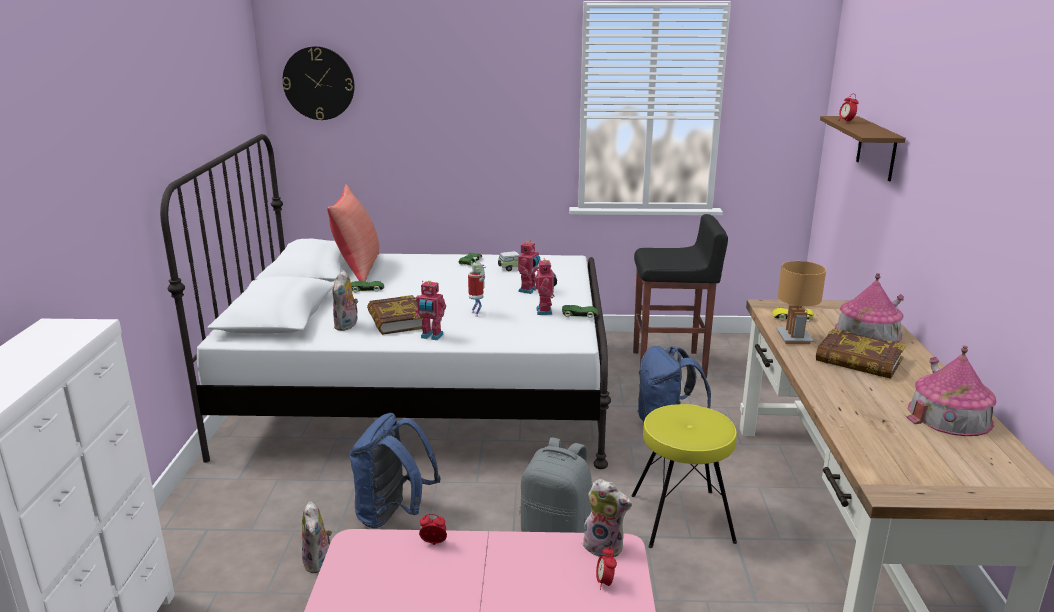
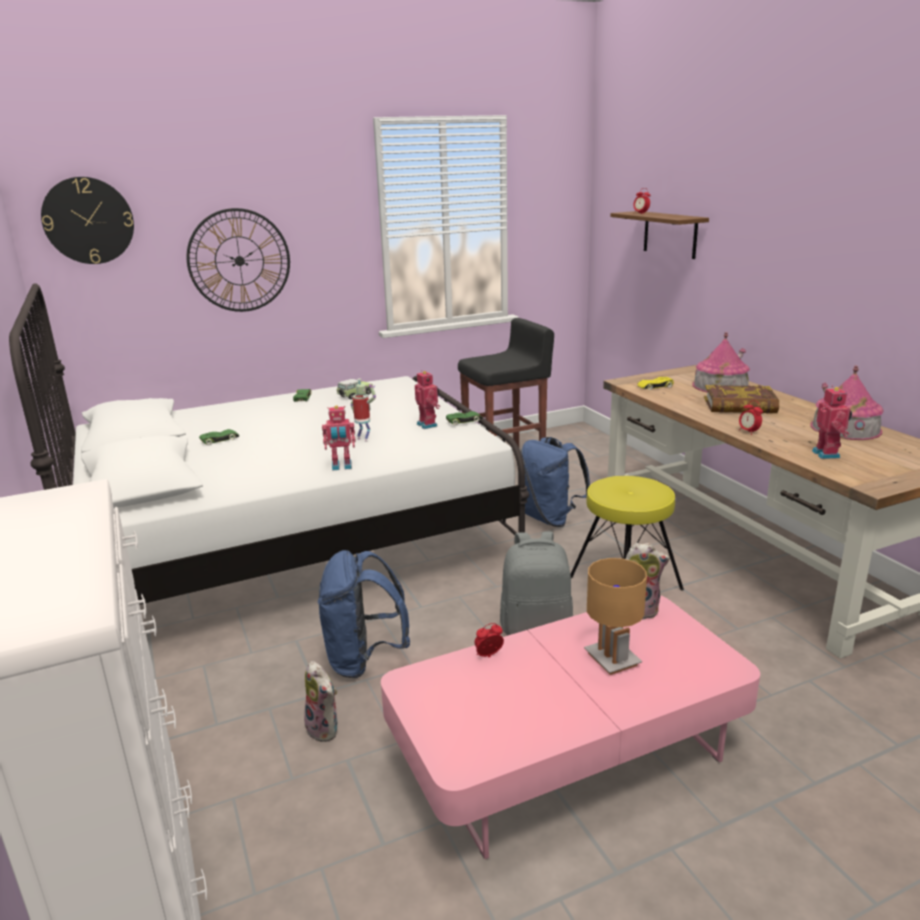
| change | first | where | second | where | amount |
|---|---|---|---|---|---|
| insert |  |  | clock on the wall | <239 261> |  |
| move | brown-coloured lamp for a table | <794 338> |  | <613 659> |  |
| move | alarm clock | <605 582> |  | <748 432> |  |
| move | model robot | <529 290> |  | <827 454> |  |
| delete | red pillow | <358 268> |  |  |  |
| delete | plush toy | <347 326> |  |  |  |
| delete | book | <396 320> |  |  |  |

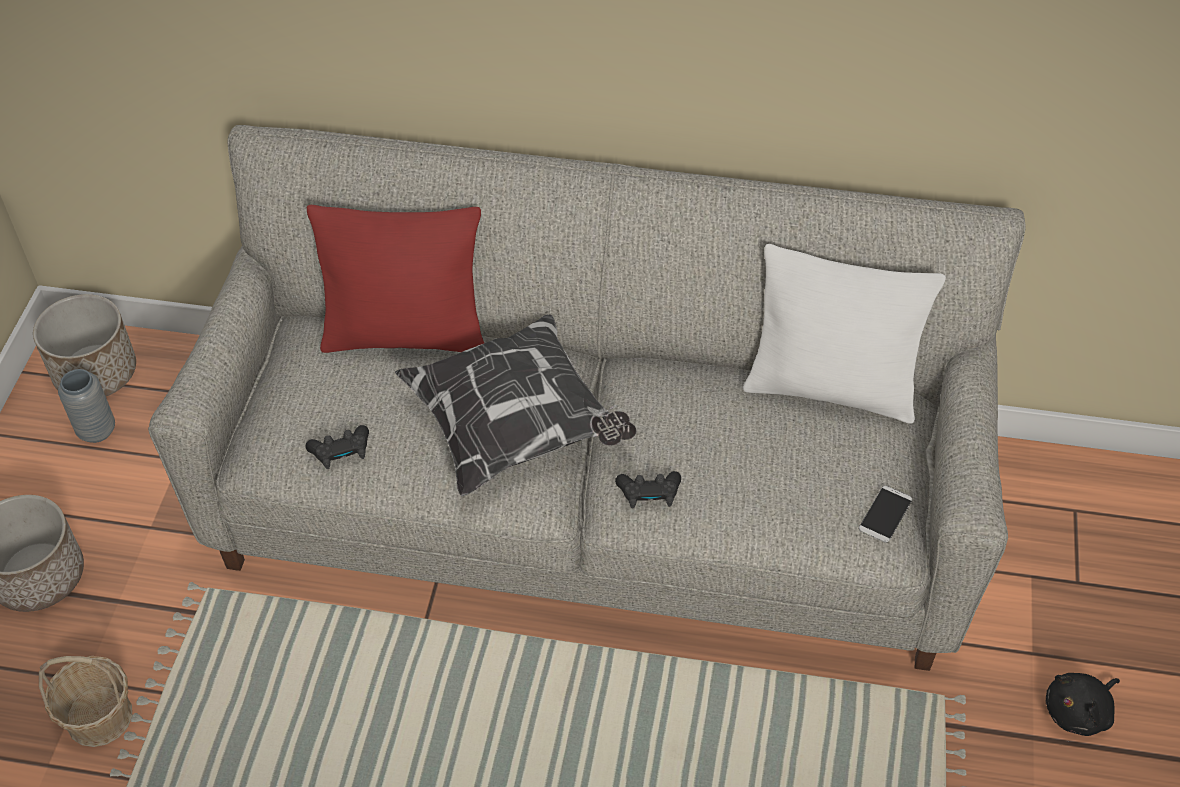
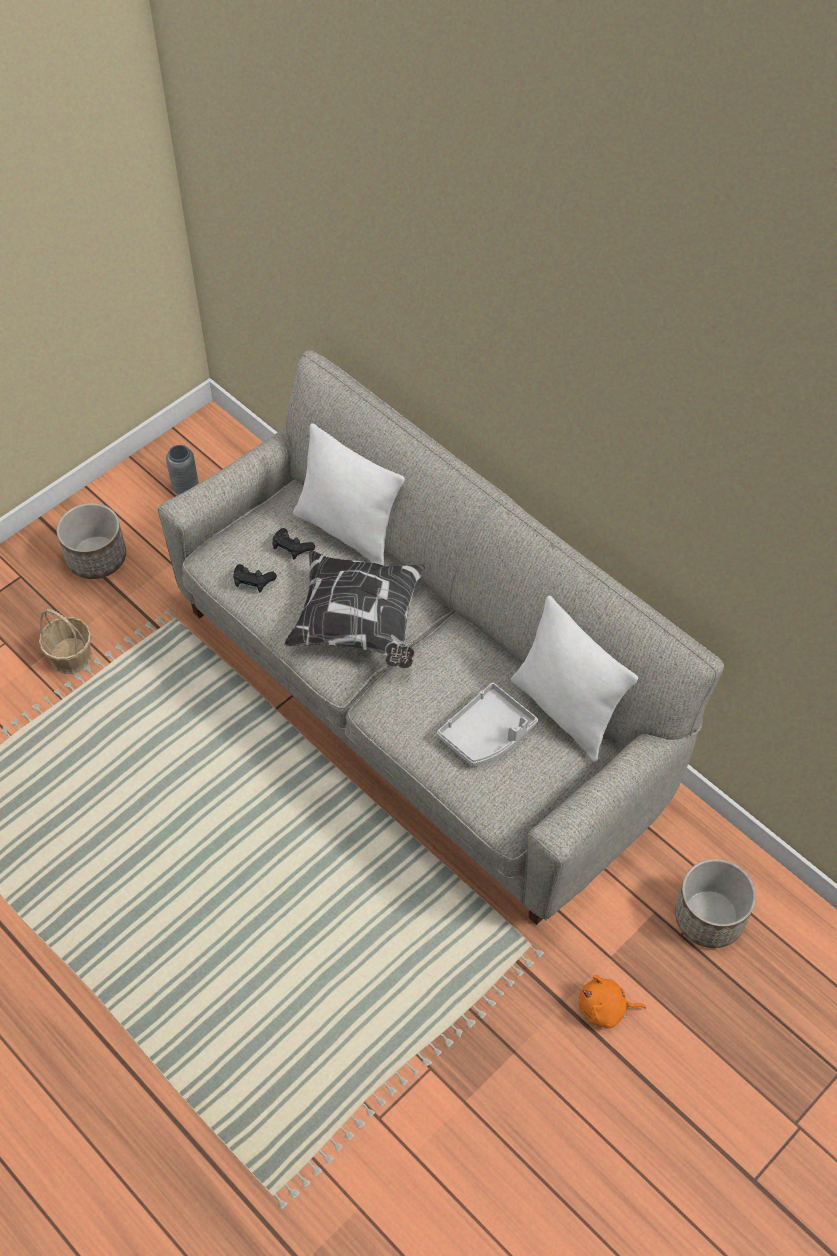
| change | first | where | second | where | amount |
|---|---|---|---|---|---|
| move | black-coloured game controller | <649 495> |  | <291 548> |  |
| recolor | red pillow | <406 336> | whitish pillow | <347 531> |  |
| insert |  |  | gray tray | <487 733> |  |
| recolor | black-coloured plush toy | <1079 712> | orange-coloured plush toy | <605 1008> |  |
| move | planter | <95 372> |  | <709 916> |  |
| delete | telephone | <885 514> |  |  |  |

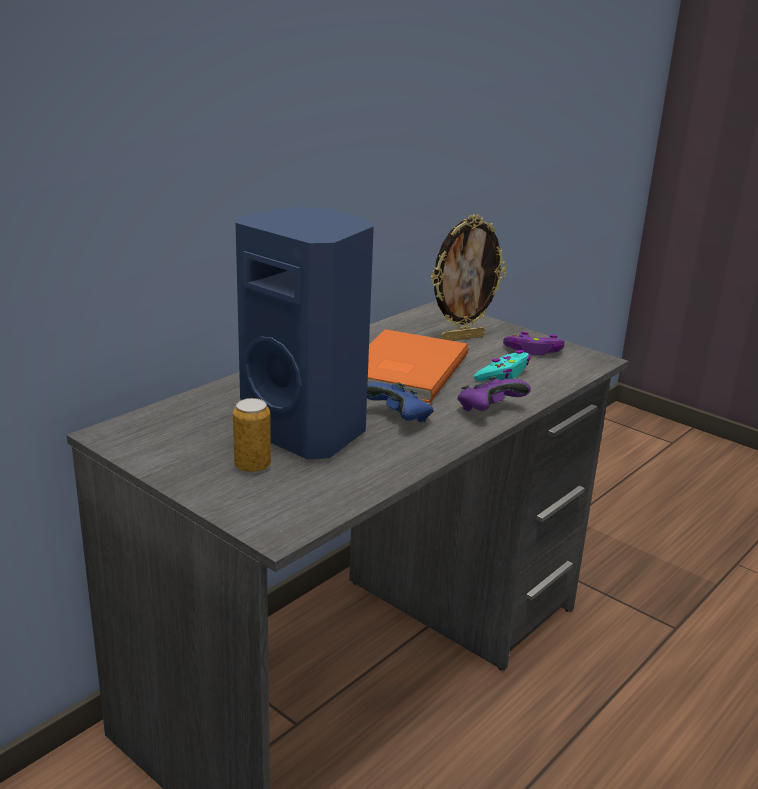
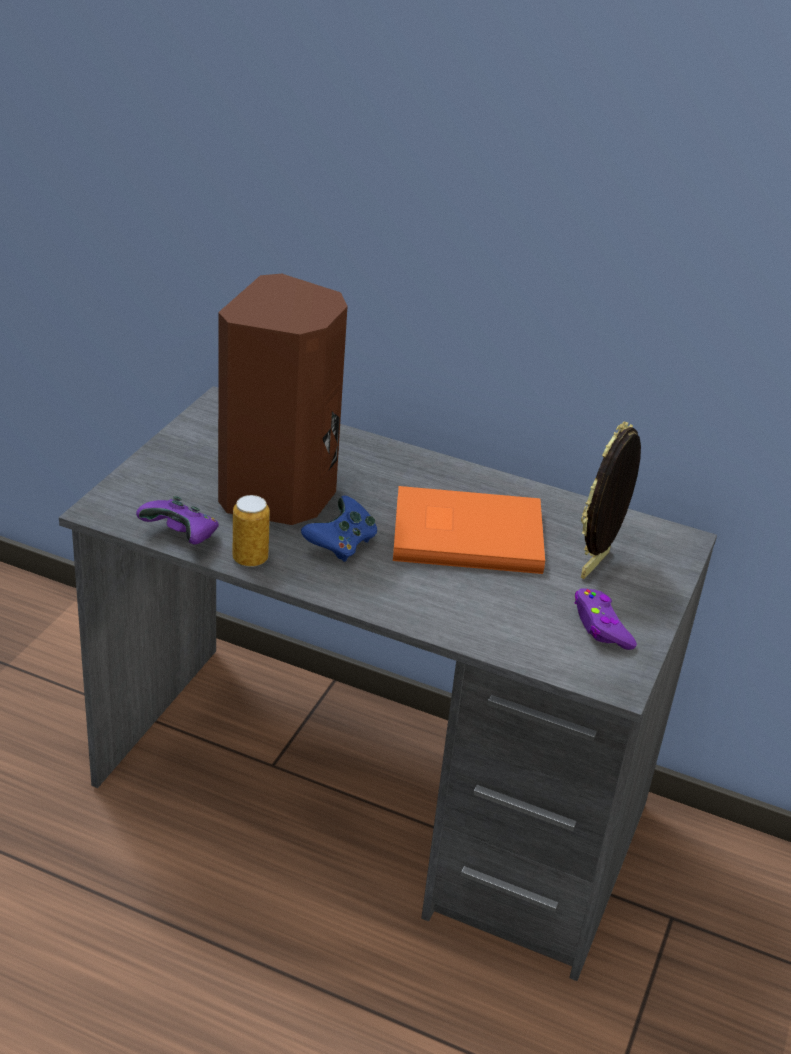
| change | first | where | second | where | amount |
|---|---|---|---|---|---|
| move | purplish game controller | <489 410> |  | <182 537> |  |
| recolor | blue speaker | <307 432> | brown-coloured speaker | <281 496> |  |
| move | sealed can | <252 466> |  | <250 559> |  |
| rotate | photo frame | <462 338> |  | <597 566> | 75 degrees clockwise |
| delete | blue-green game controller | <503 374> |  |  |  |

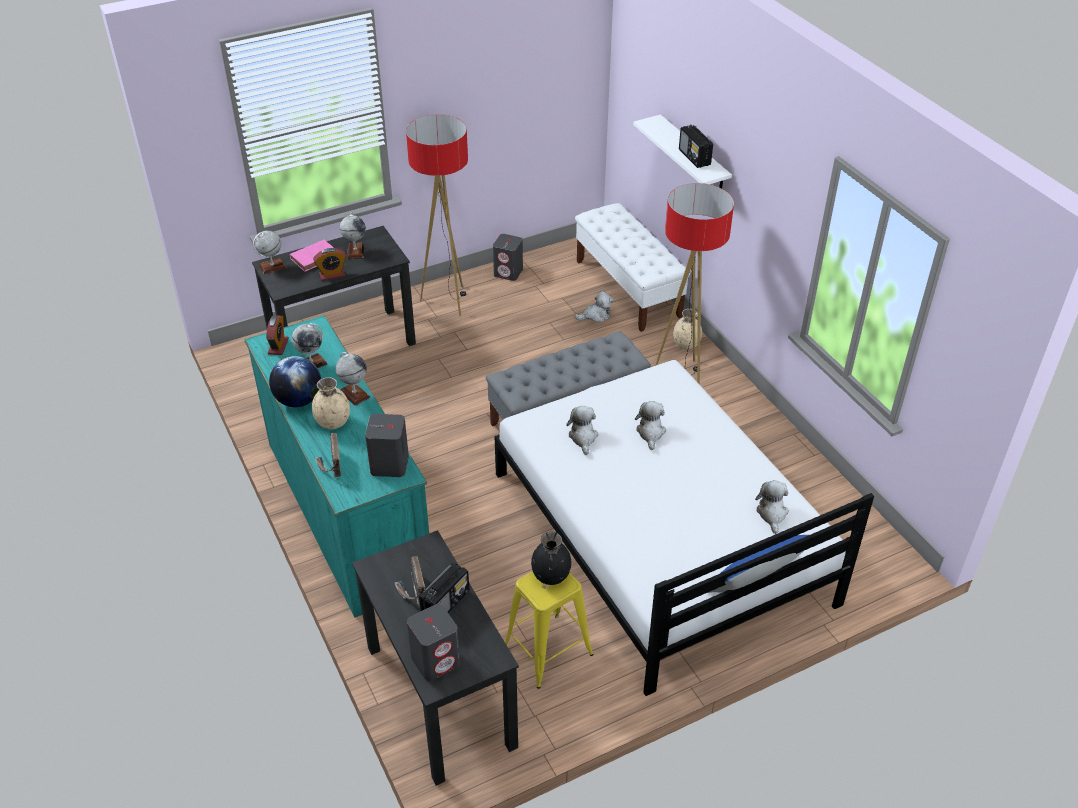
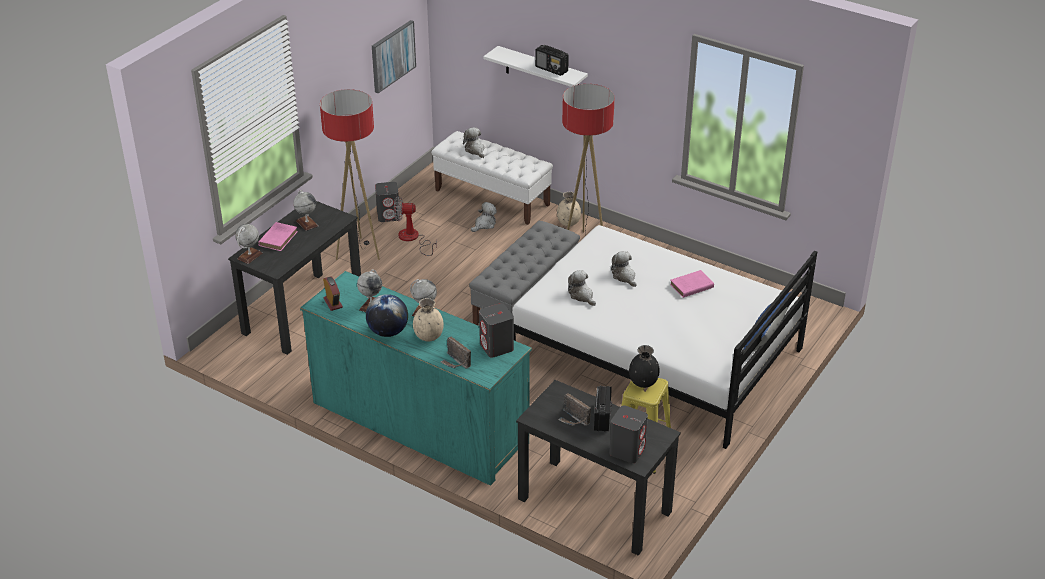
| change | first | where | second | where | amount |
|---|---|---|---|---|---|
| insert |  |  | wall art | <392 56> |  |
| insert |  |  | fan | <413 239> |  |
| move | plush toy | <772 513> |  | <475 150> |  |
| insert |  |  | pinkish book | <690 286> |  |
| delete | alarm clock | <332 275> |  |  |  |

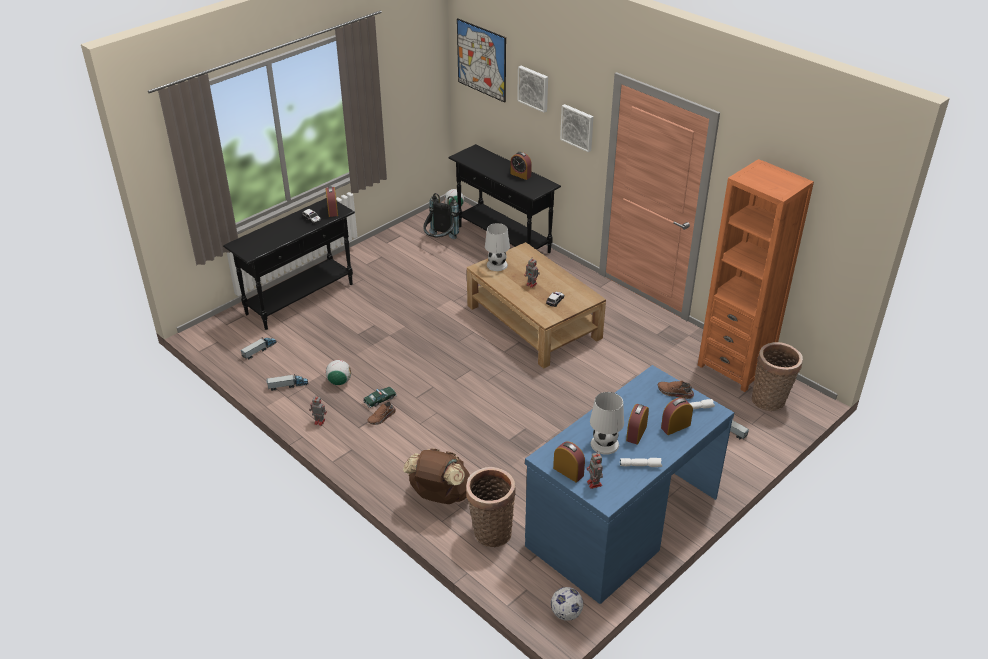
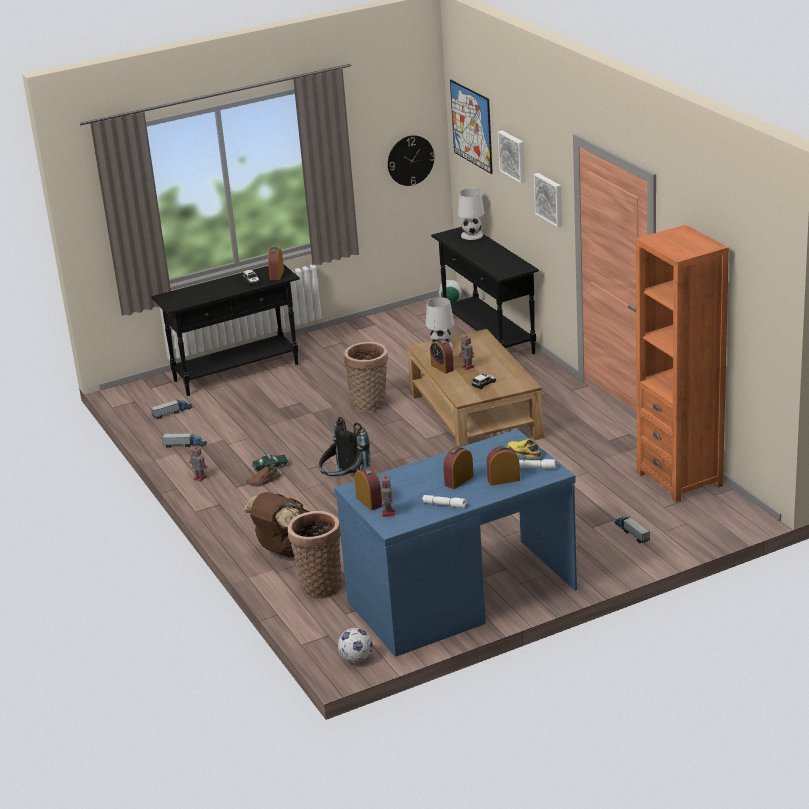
| change | first | where | second | where | amount |
|---|---|---|---|---|---|
| move | black-coloured backpack | <440 241> |  | <344 483> |  |
| move | household basket | <770 400> |  | <370 405> |  |
| insert |  |  | clock on the wall | <410 160> |  |
| move | alarm clock | <520 175> |  | <442 367> |  |
| move | whitish lamp for a table | <604 444> |  | <472 235> |  |
| recolor | brown-coloured shoe | <674 393> | yellowish shoe | <523 453> |  |
| delete | football ball | <339 382> |  |  |  |

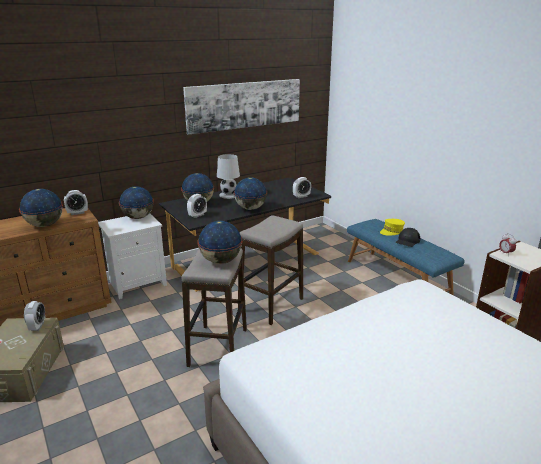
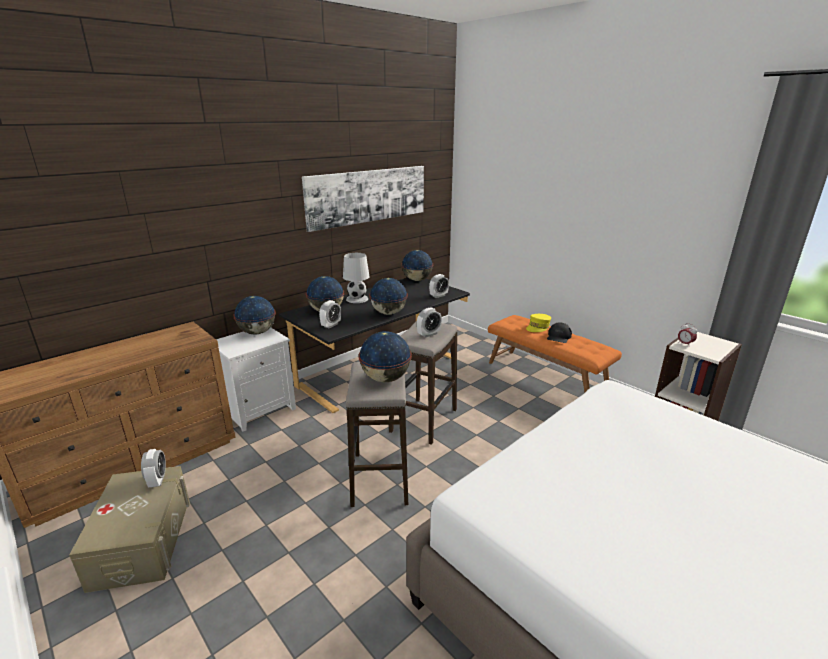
| change | first | where | second | where | amount |
|---|---|---|---|---|---|
| move | world globe | <45 225> |  | <417 280> |  |
| move | alarm clock | <77 213> |  | <429 334> |  |
| recolor | blue long seat | <397 277> | orange-coloured long seat | <546 376> |  |

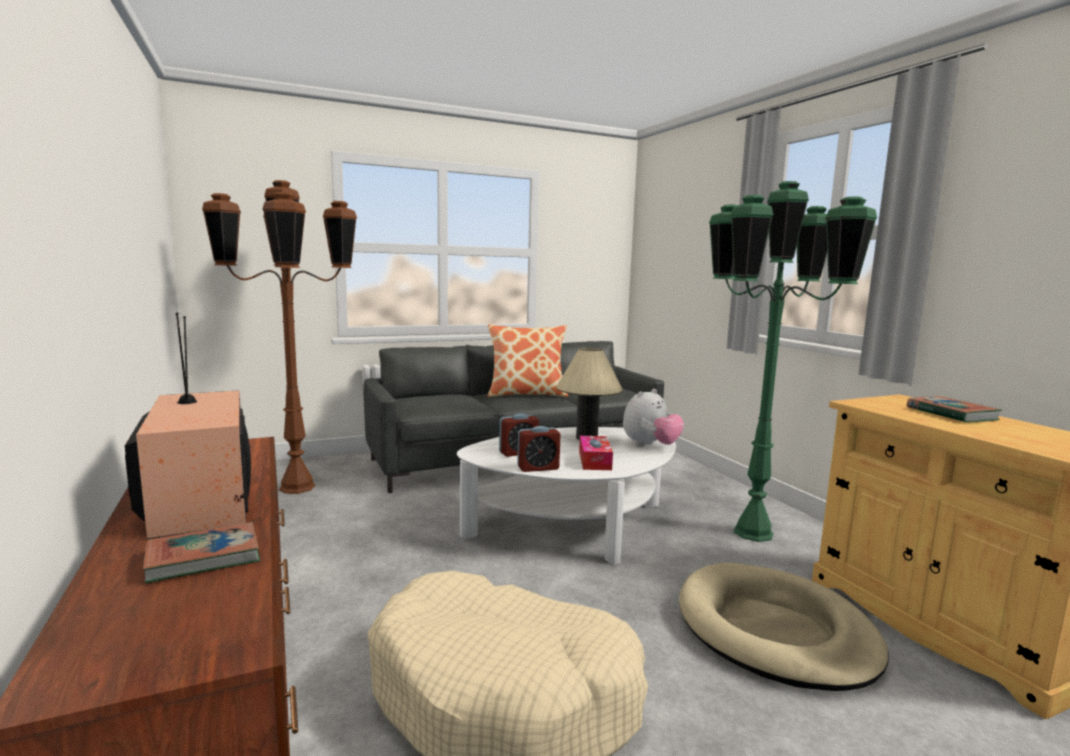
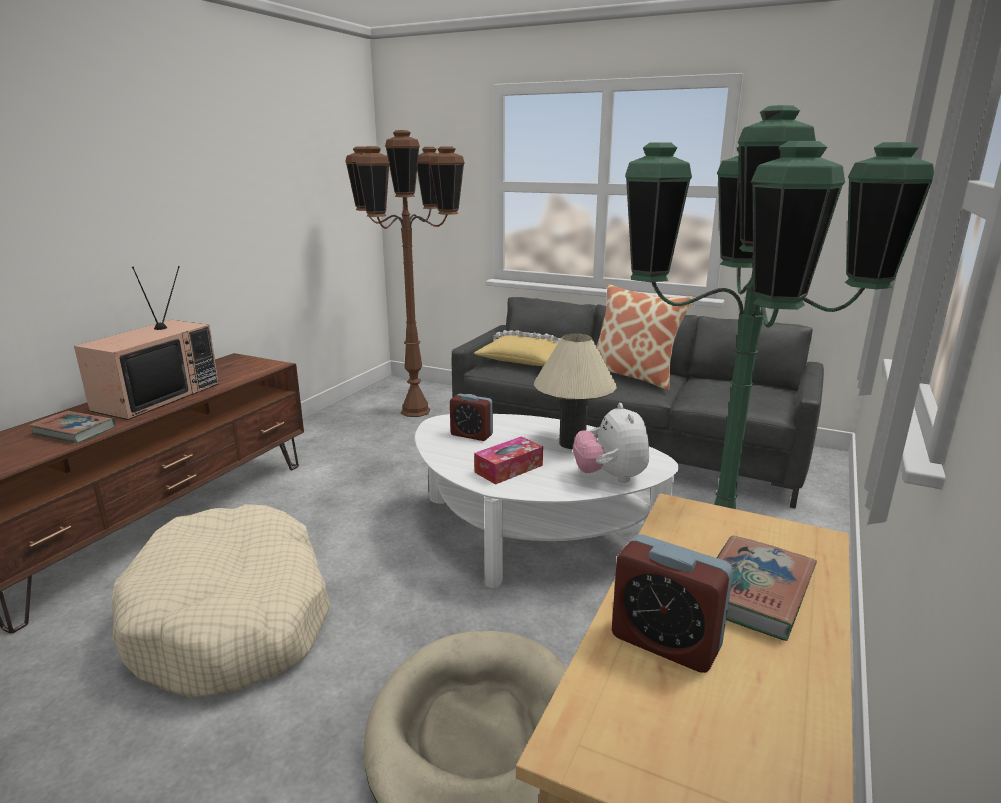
| change | first | where | second | where | amount |
|---|---|---|---|---|---|
| insert |  |  | yellowish pillow | <526 358> |  |
| rotate | plush toy | <650 446> |  | <610 477> | 75 degrees clockwise |
| move | alarm clock | <538 468> |  | <665 642> |  |

